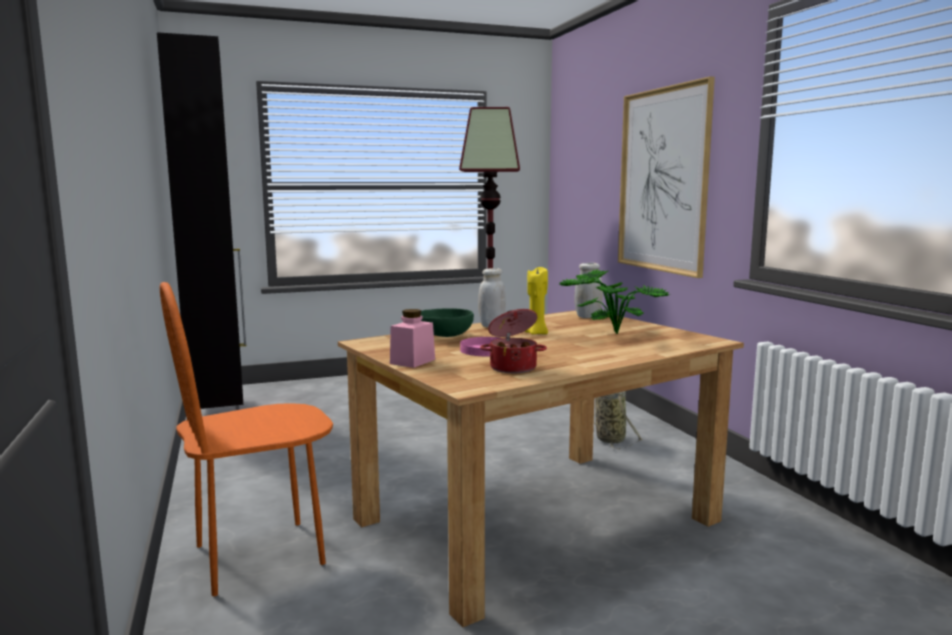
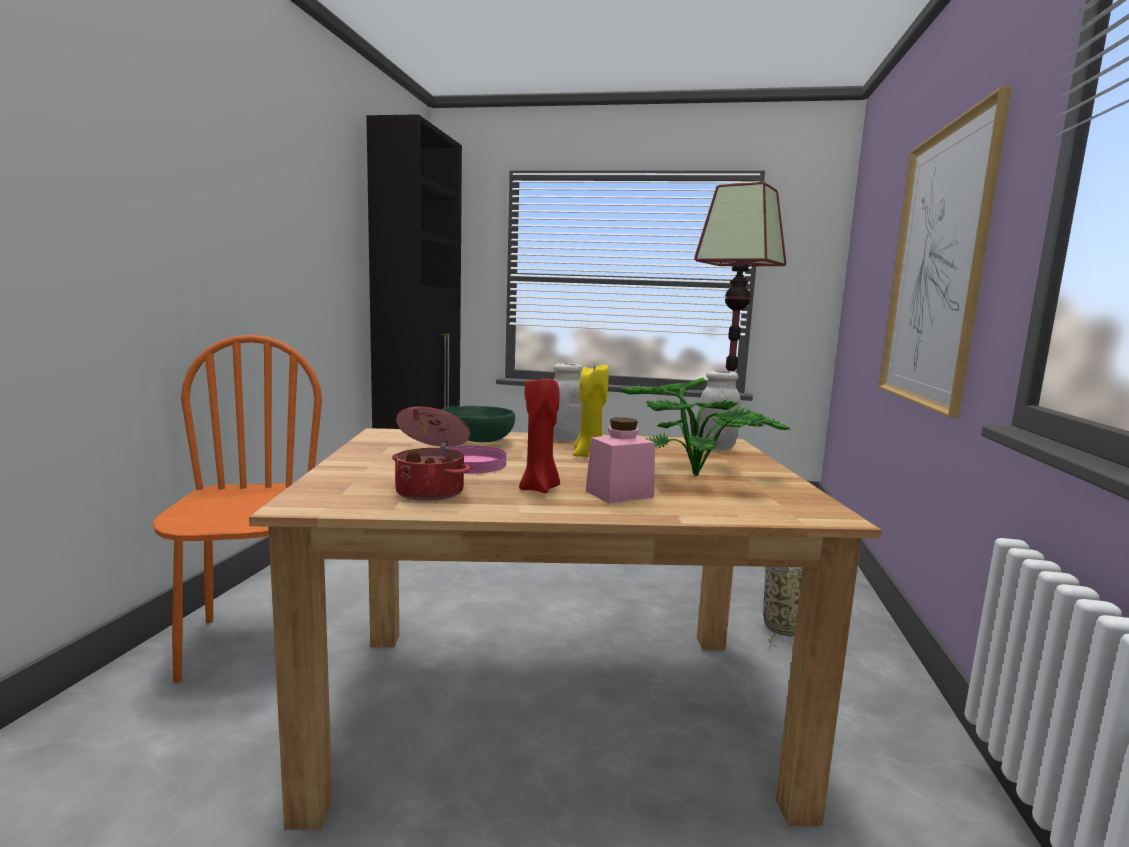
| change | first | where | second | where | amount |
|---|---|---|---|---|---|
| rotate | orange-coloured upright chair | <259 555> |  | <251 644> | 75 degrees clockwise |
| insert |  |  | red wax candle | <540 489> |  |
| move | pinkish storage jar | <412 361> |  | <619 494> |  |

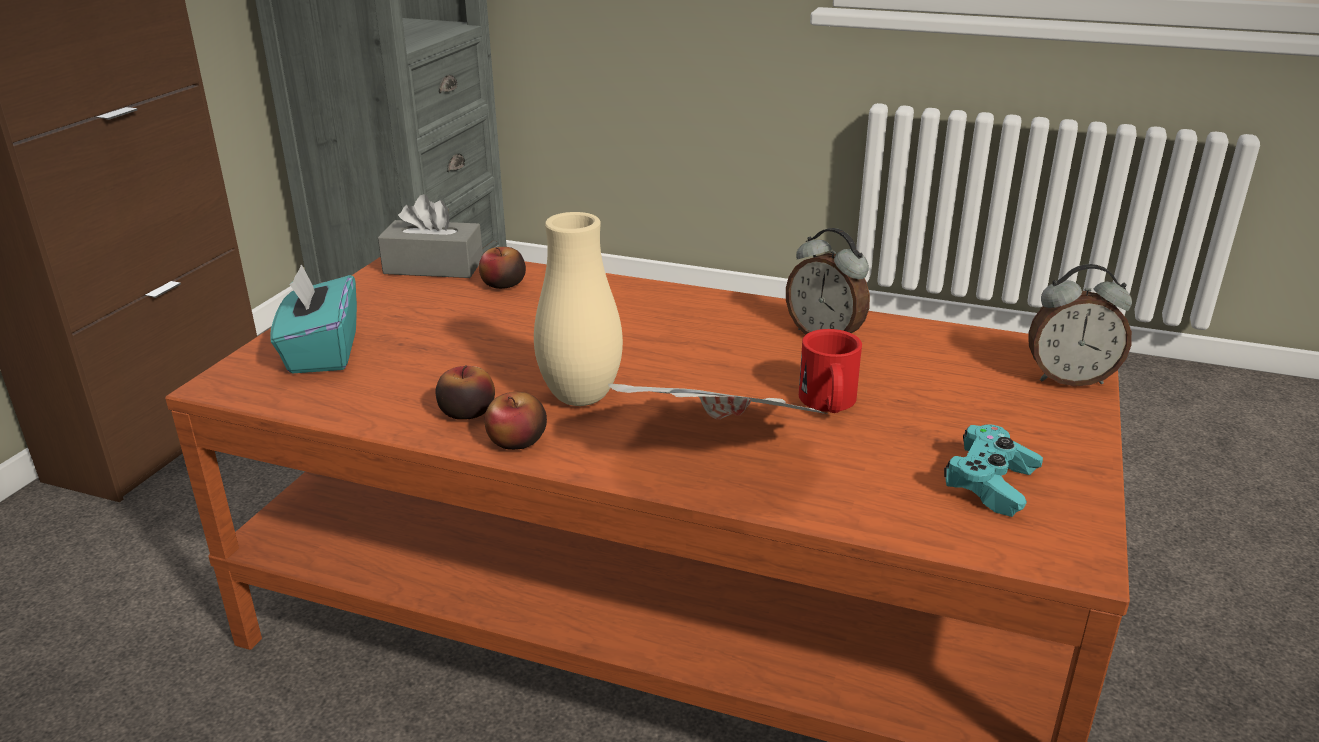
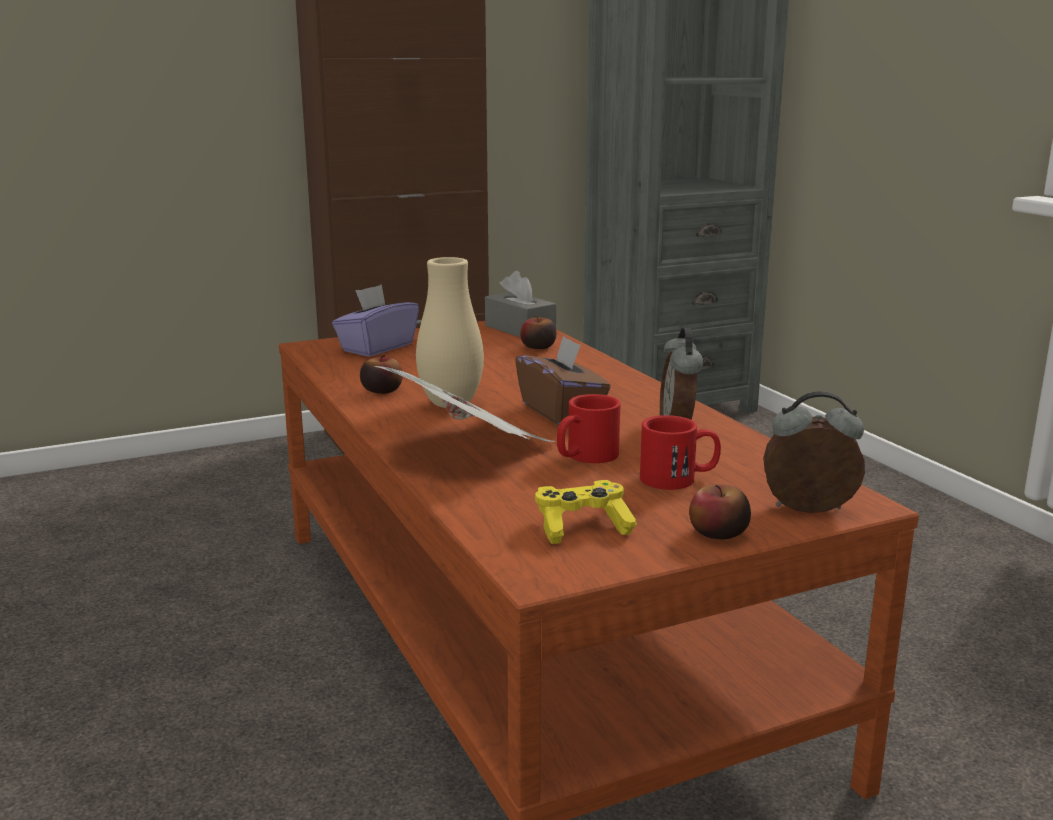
| change | first | where | second | where | amount |
|---|---|---|---|---|---|
| recolor | blue-green box of tissues | <322 352> | purplish box of tissues | <376 348> |  |
| insert |  |  | brown-coloured box of tissues | <562 412> |  |
| recolor | blue-green game controller | <990 484> | yellowish game controller | <582 527> |  |
| insert |  |  | red mug | <679 478> |  |
| move | apple fruit | <517 441> |  | <718 533> |  |
| rotate | alarm clock | <1069 378> |  | <809 511> | 135 degrees clockwise |

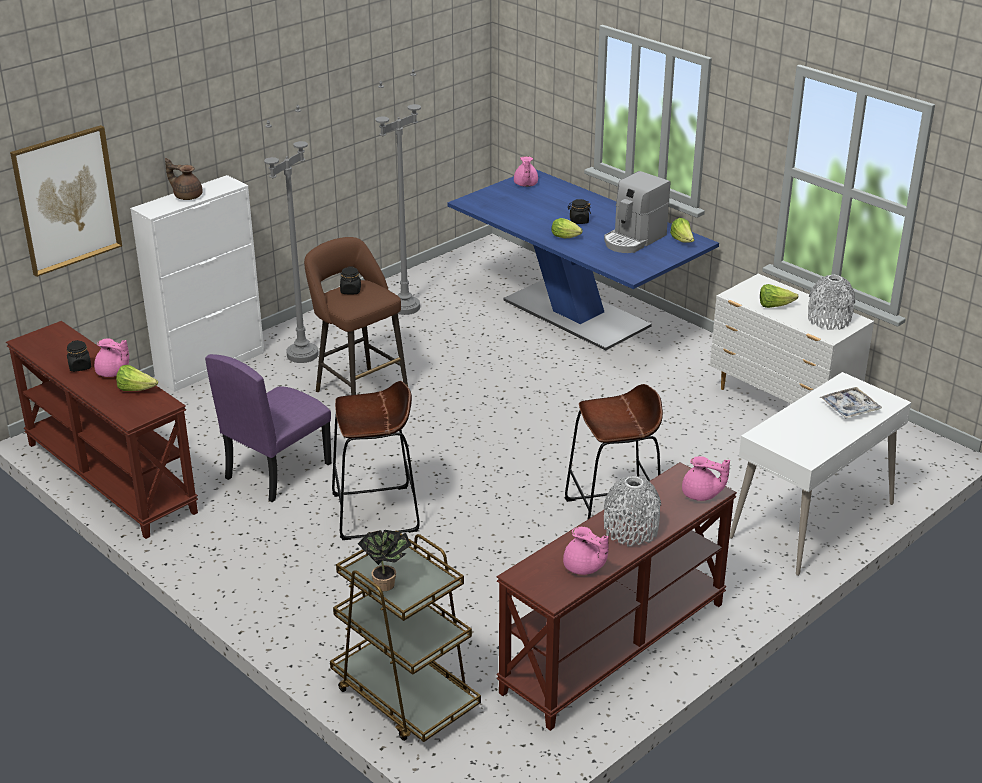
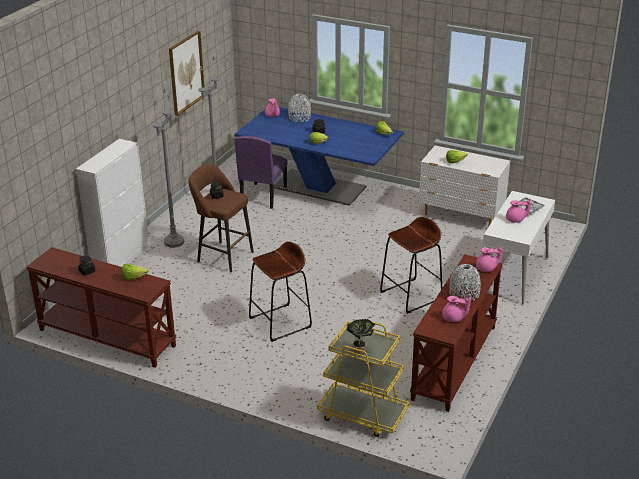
| change | first | where | second | where | amount |
|---|---|---|---|---|---|
| move | wall art | <67 200> |  | <186 73> |  |
| move | purplish upright chair | <277 470> |  | <263 196> |  |
| move | gray vase | <828 320> |  | <299 117> |  |
| recolor | brown-coloured trolley | <404 696> | yellowish trolley | <362 414> |  |
| move | pinkish pot for tea | <113 373> |  | <516 220> |  |
| delete | brown-coloured pot for tea | <187 196> |  |  |  |
| delete | coffee brewer | <633 239> |  |  |  |

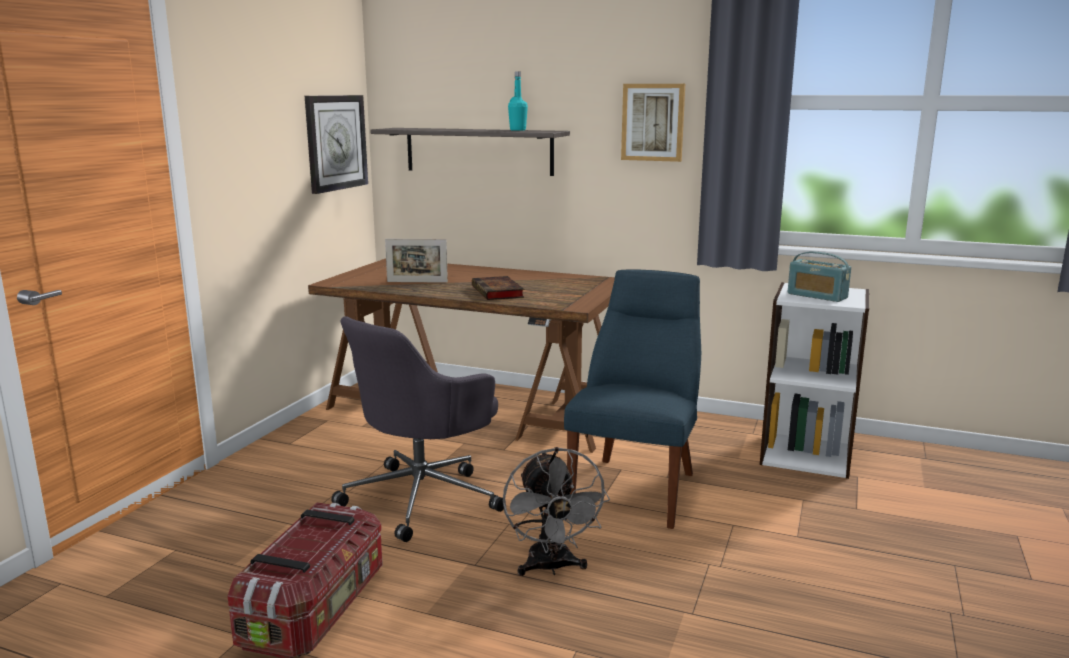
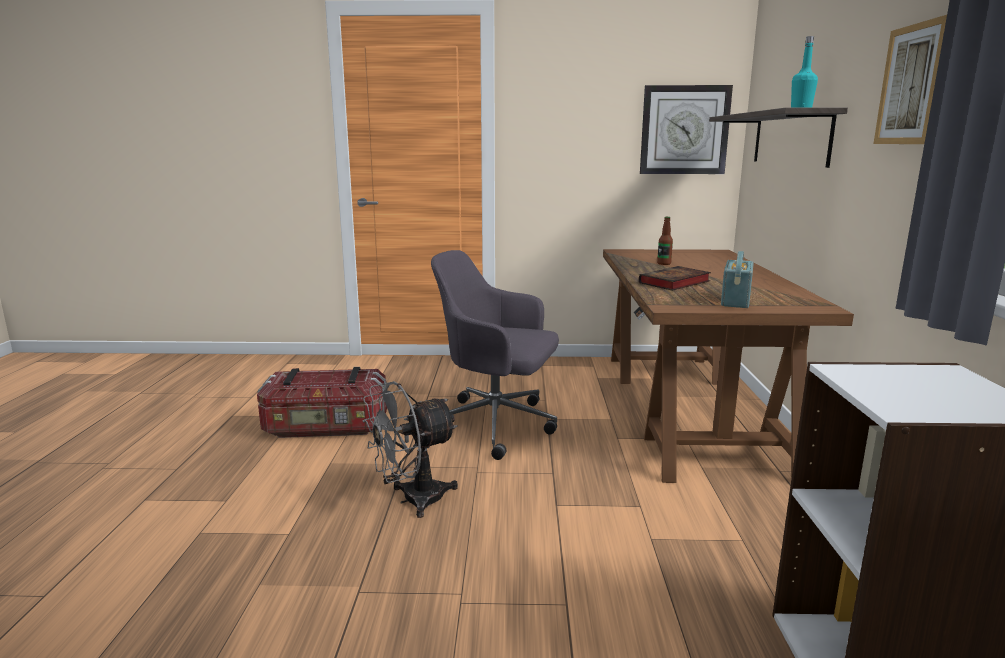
| change | first | where | second | where | amount |
|---|---|---|---|---|---|
| replace | photo frame | <417 282> | beverage bottle | <664 263> |  |
| move | radio set | <817 296> |  | <735 300> |  |
| delete | blue upright chair | <636 488> |  |  |  |

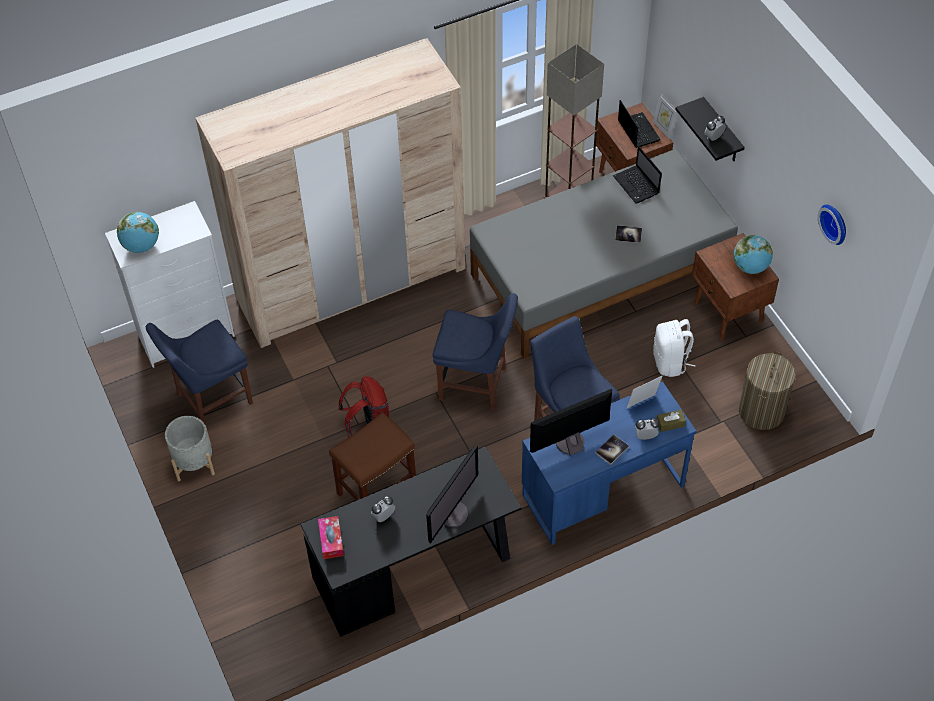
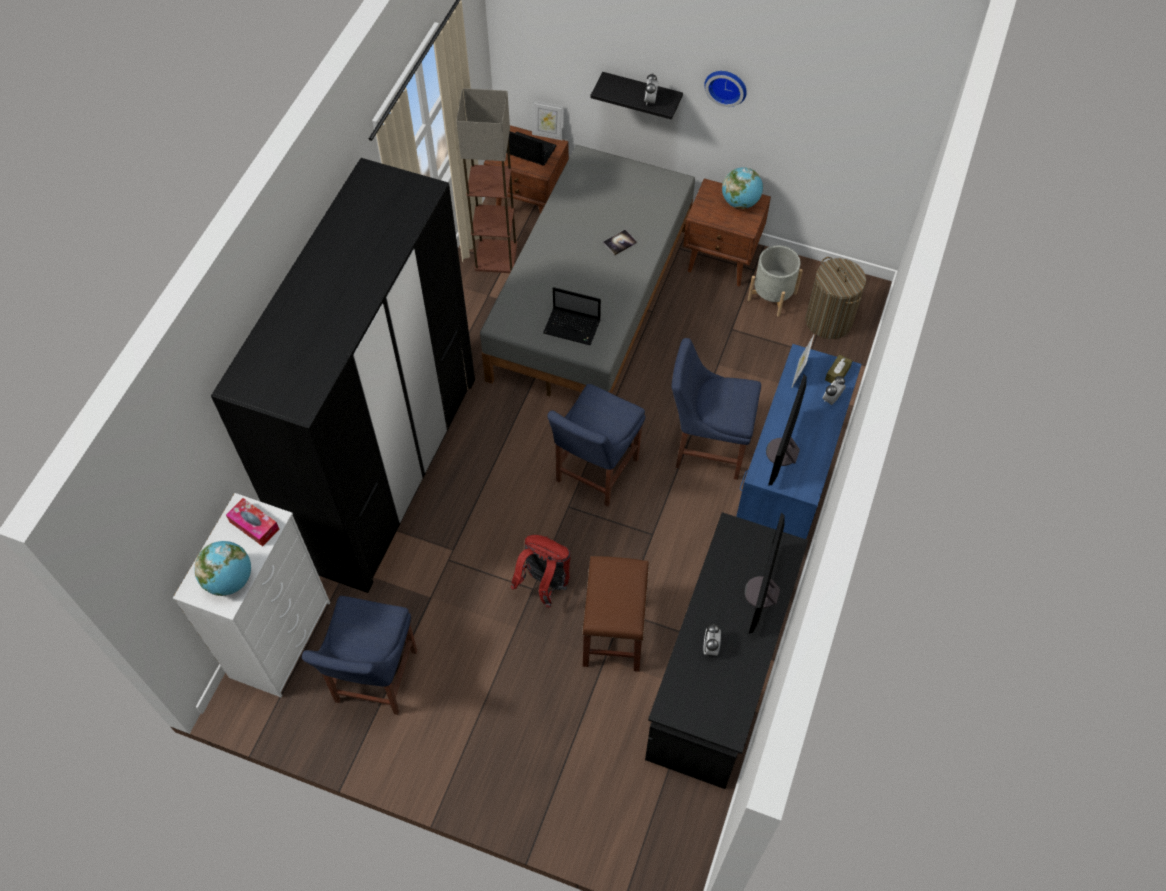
| change | first | where | second | where | amount |
|---|---|---|---|---|---|
| recolor | sand-coloured wardrobe | <351 283> | black-coloured wardrobe | <387 468> |  |
| move | box of tissues | <331 540> |  | <254 525> |  |
| move | notebook computer | <637 186> |  | <573 327> |  |
| rotate | blue upright chair | <476 385> |  | <594 473> | 150 degrees clockwise |
| move | clock on the wall | <835 223> |  | <726 86> |  |
| rotate | monitor | <452 513> |  | <762 593> | 150 degrees counterclockwise |
| move | gray planter | <194 462> |  | <772 296> |  |
| delete | book | <612 450> |  |  |  |
| delete | whitish backpack | <670 362> |  |  |  |

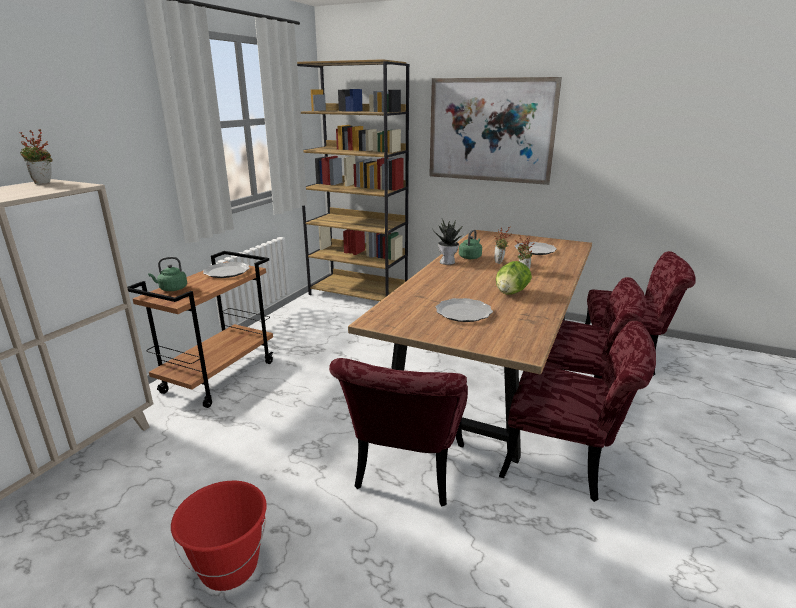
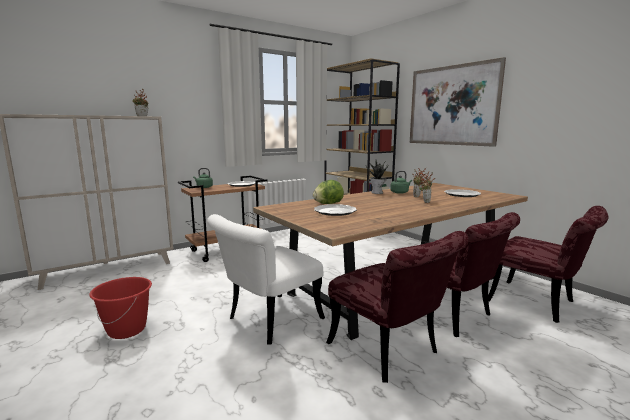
| change | first | where | second | where | amount |
|---|---|---|---|---|---|
| recolor | red upright chair | <407 475> | whitish upright chair | <267 322> |  |
| move | head of lettuce | <511 293> |  | <328 204> |  |

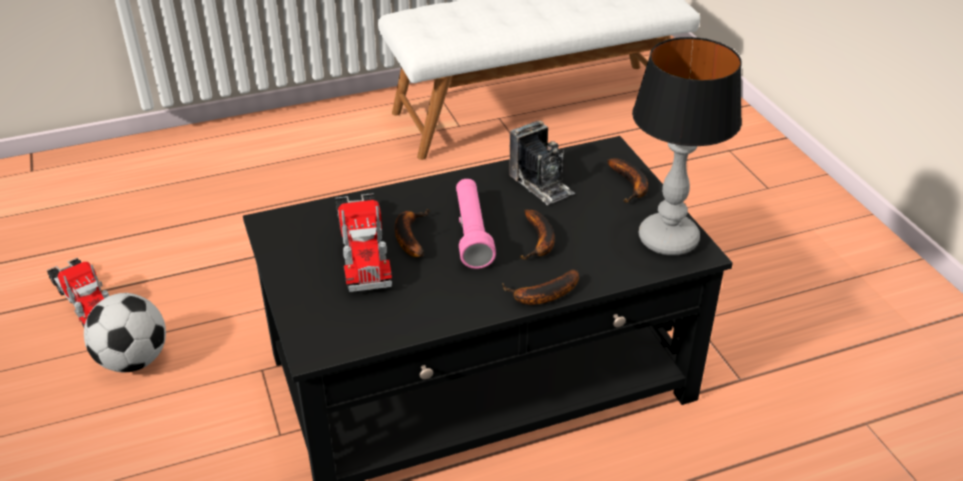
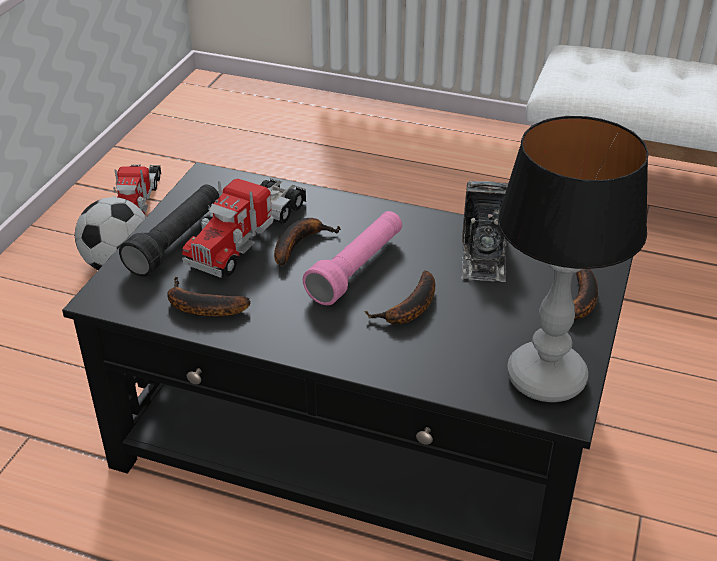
| change | first | where | second | where | amount |
|---|---|---|---|---|---|
| insert |  |  | black-coloured hand torch | <176 241> |  |
| move | banana | <542 296> |  | <200 307> |  |

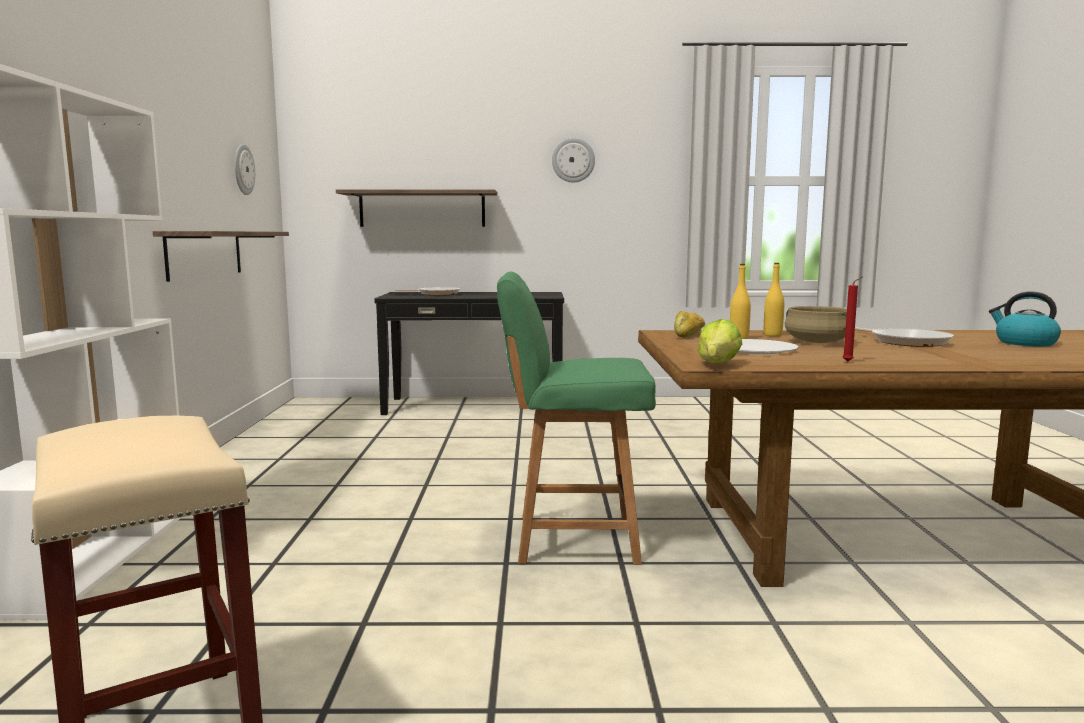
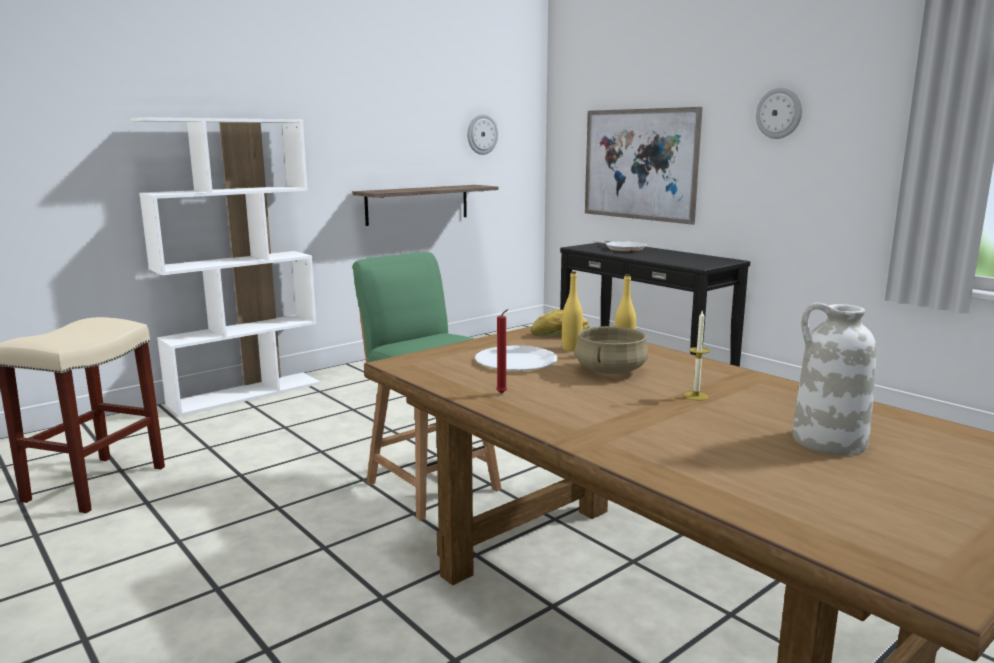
| change | first | where | second | where | amount |
|---|---|---|---|---|---|
| replace | shelf | <422 209> | wall art | <639 164> |  |
| replace | frying pan | <906 342> | wax candle | <696 396> |  |
| replace | water kettle | <1024 343> | whitish vase | <828 442> |  |
| delete | head of lettuce | <715 366> |  |  |  |

